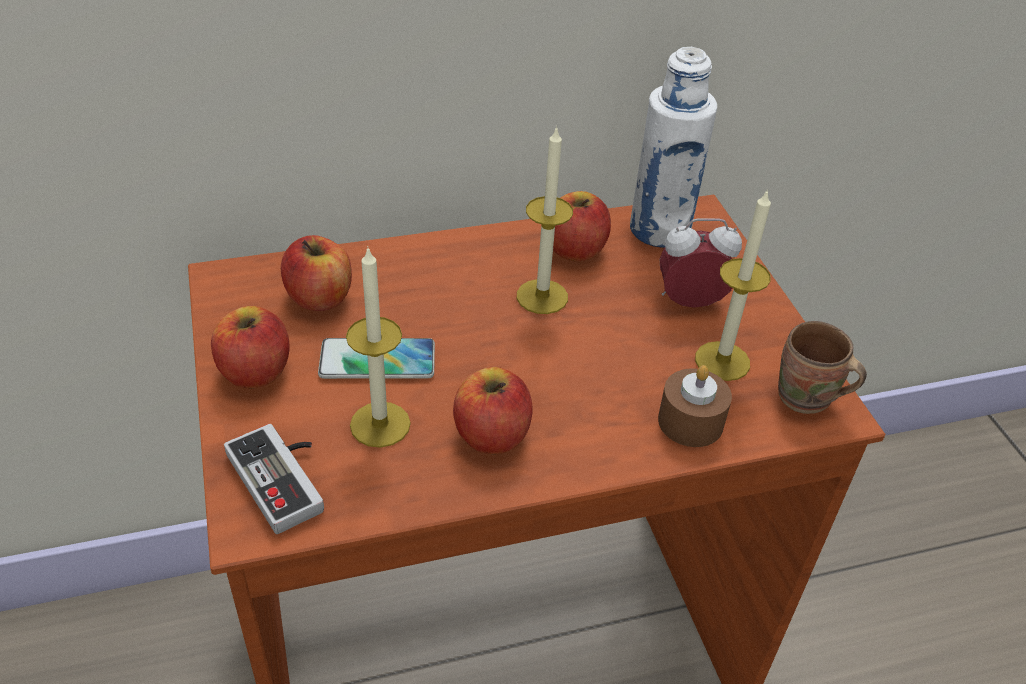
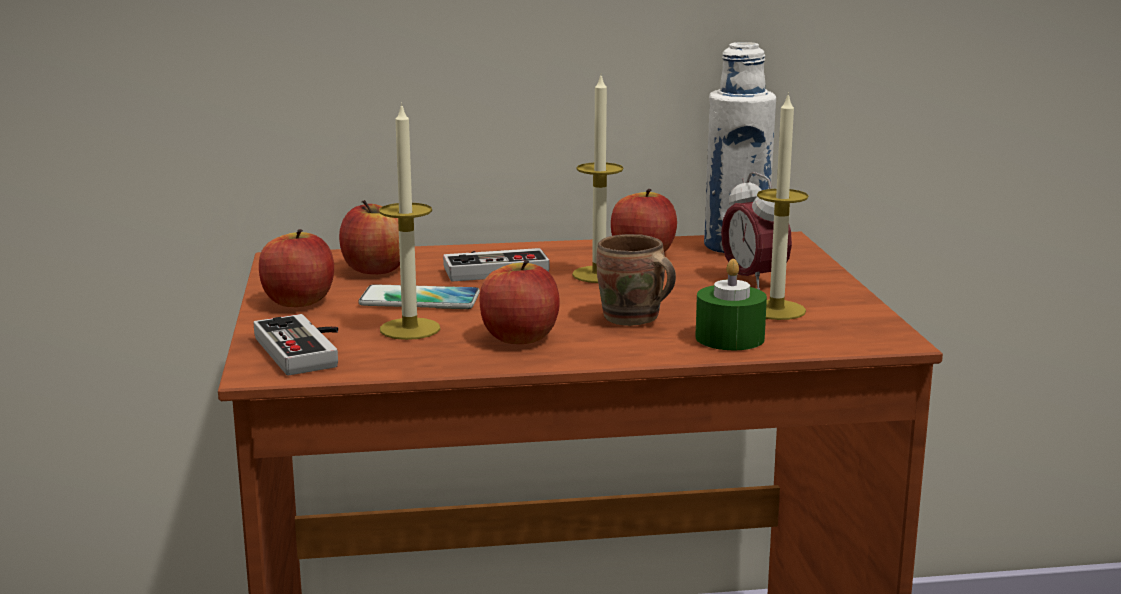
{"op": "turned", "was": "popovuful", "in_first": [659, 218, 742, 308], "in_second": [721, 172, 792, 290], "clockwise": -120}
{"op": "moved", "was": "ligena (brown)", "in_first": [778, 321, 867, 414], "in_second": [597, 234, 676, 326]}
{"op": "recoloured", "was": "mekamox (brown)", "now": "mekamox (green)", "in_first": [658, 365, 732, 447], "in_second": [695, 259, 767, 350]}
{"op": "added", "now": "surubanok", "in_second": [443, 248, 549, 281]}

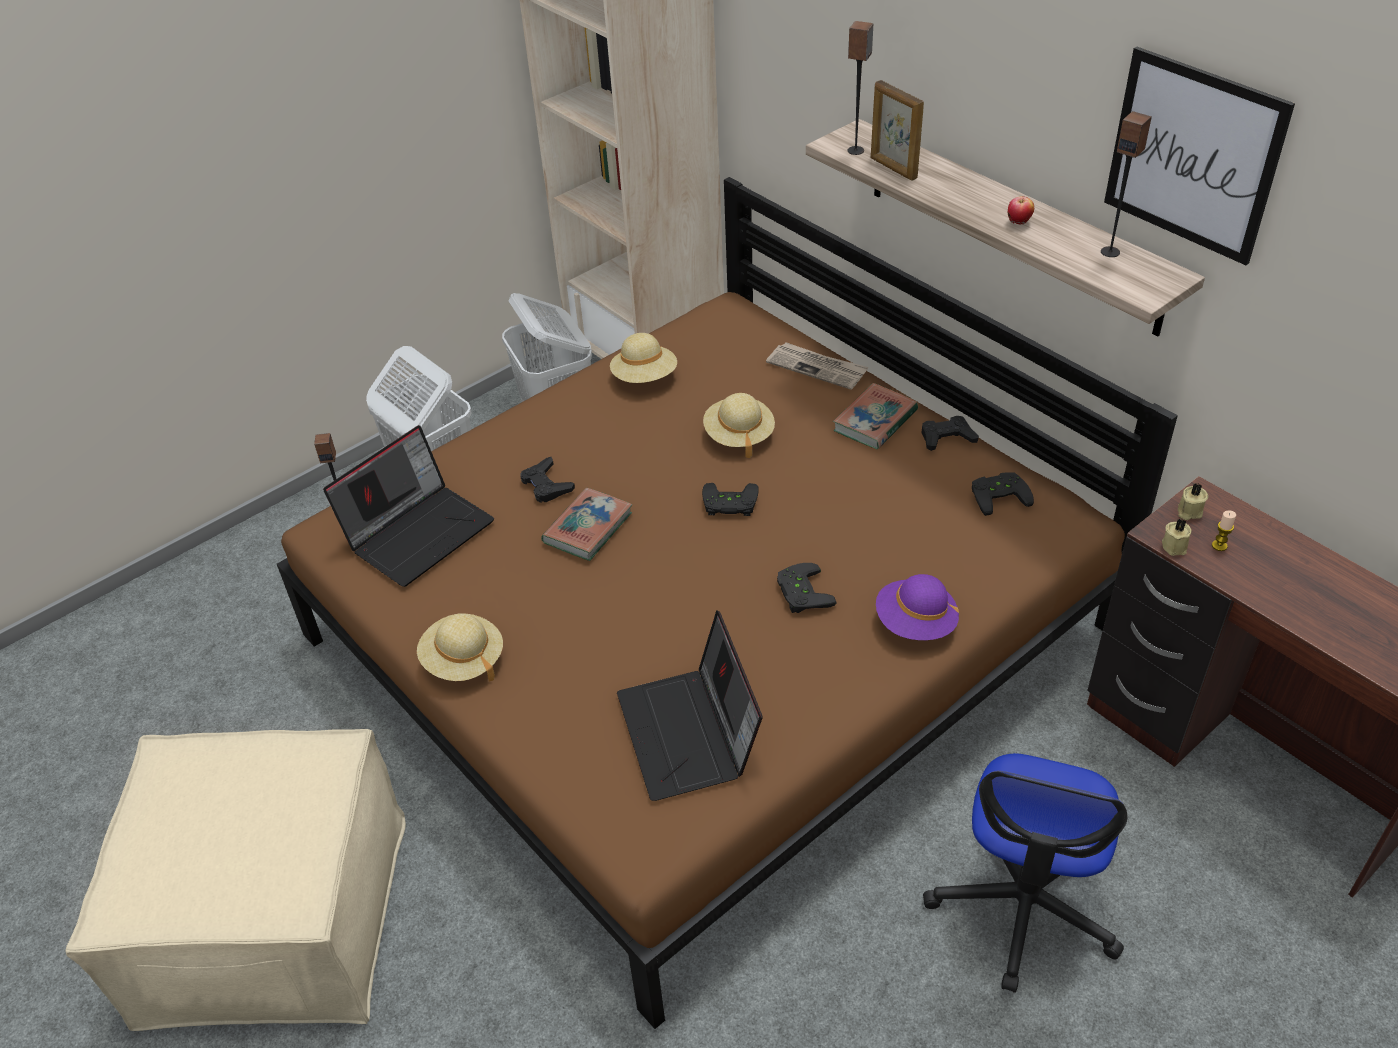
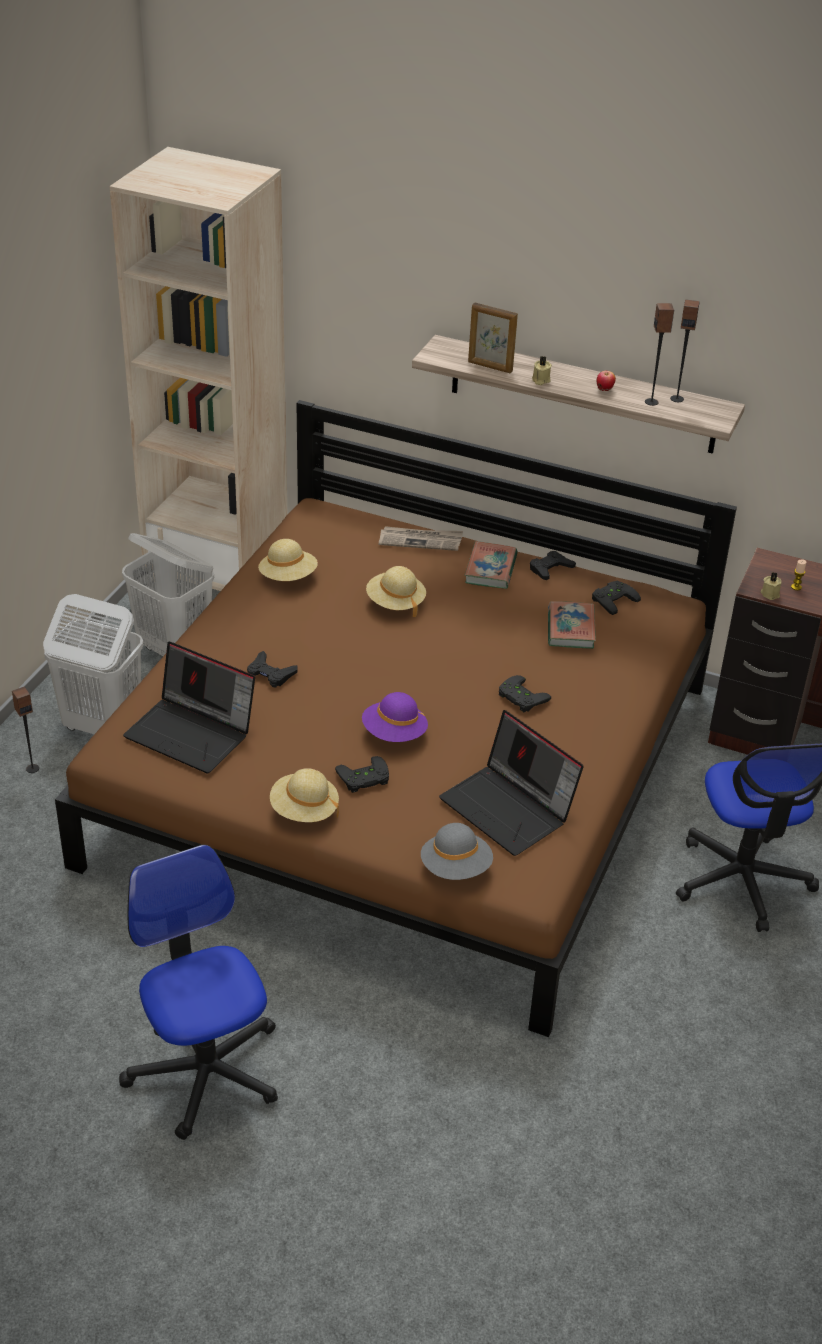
{"op": "moved", "was": "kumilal", "in_first": [847, 21, 873, 155], "in_second": [645, 303, 674, 406]}
{"op": "removed", "was": "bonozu", "in_first": [1104, 47, 1295, 265]}
{"op": "turned", "was": "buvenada", "in_first": [323, 425, 494, 587], "in_second": [123, 642, 255, 773], "clockwise": 105}
{"op": "moved", "was": "surubanok (black)", "in_first": [702, 483, 759, 516], "in_second": [335, 756, 389, 793]}
{"op": "moved", "was": "mekamox (beige)", "in_first": [1178, 483, 1208, 520], "in_second": [532, 356, 552, 385]}
{"op": "moved", "was": "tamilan", "in_first": [541, 488, 632, 561], "in_second": [548, 601, 596, 649]}
{"op": "moved", "was": "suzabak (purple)", "in_first": [876, 574, 959, 640], "in_second": [362, 692, 428, 742]}
{"op": "replaced", "was": "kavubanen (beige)", "now": "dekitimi", "in_first": [66, 729, 406, 1031], "in_second": [119, 845, 278, 1140]}
{"op": "added", "now": "suzabak (grey)", "in_second": [421, 823, 493, 880]}

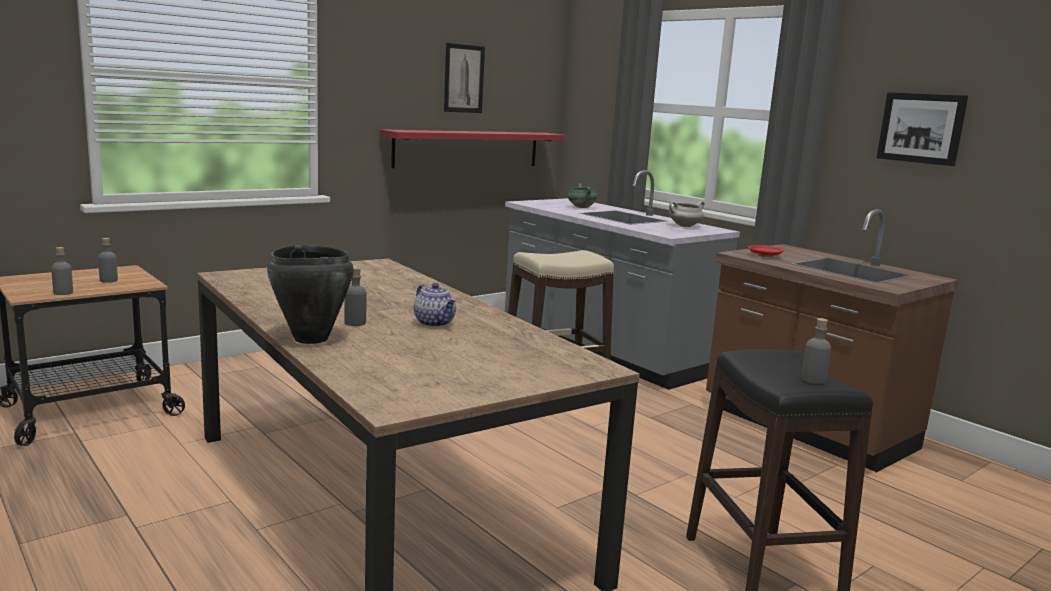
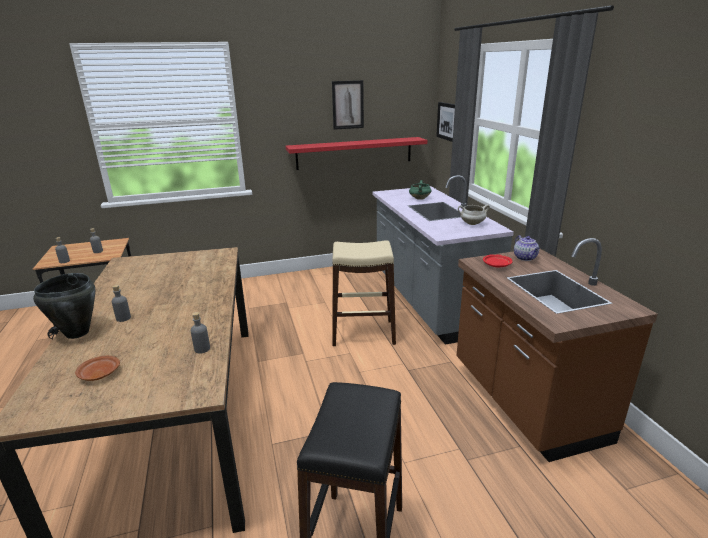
{"op": "moved", "was": "bonozu", "in_first": [876, 92, 968, 166], "in_second": [436, 102, 455, 142]}
{"op": "moved", "was": "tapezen", "in_first": [414, 283, 456, 327], "in_second": [514, 235, 540, 261]}
{"op": "moved", "was": "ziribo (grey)", "in_first": [801, 318, 831, 384], "in_second": [191, 312, 210, 354]}
{"op": "added", "now": "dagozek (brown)", "in_second": [75, 356, 120, 381]}

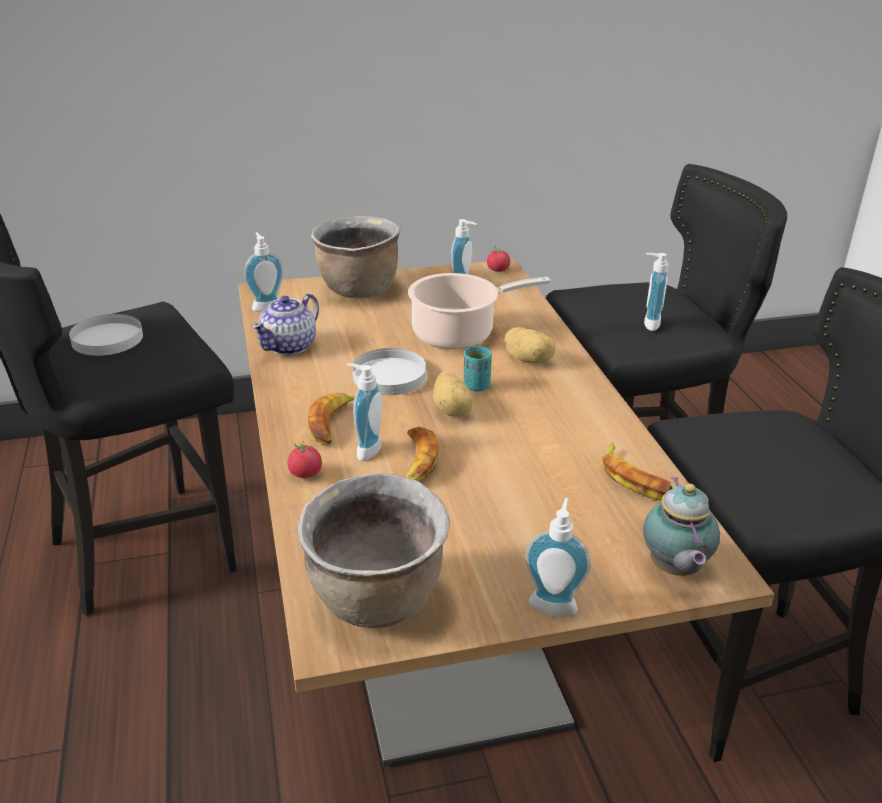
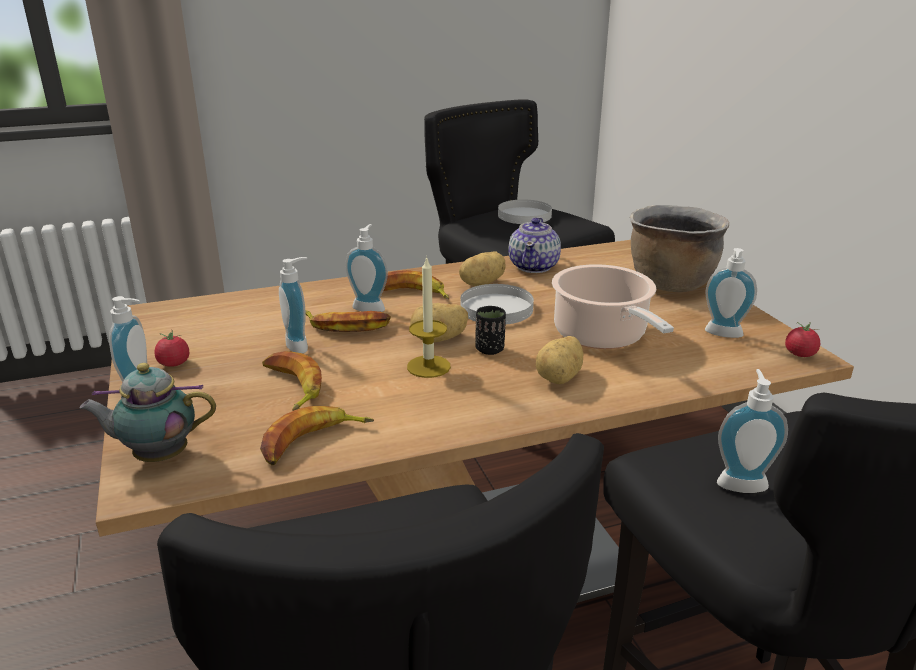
{"op": "moved", "was": "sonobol", "in_first": [244, 232, 284, 311], "in_second": [279, 257, 308, 354]}
{"op": "turned", "was": "tapezen", "in_first": [251, 293, 319, 355], "in_second": [508, 217, 561, 273], "clockwise": -105}
{"op": "recoloured", "was": "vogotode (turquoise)", "now": "vogotode (black)", "in_first": [464, 346, 492, 392], "in_second": [475, 306, 506, 355]}
{"op": "moved", "was": "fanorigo", "in_first": [287, 440, 322, 478], "in_second": [154, 329, 189, 367]}
{"op": "removed", "was": "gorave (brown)", "in_first": [297, 473, 450, 628]}
{"op": "added", "now": "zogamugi", "in_second": [459, 252, 506, 286]}
{"op": "added", "now": "mekamox", "in_second": [407, 256, 451, 378]}
{"op": "added", "now": "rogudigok", "in_second": [262, 351, 322, 411]}

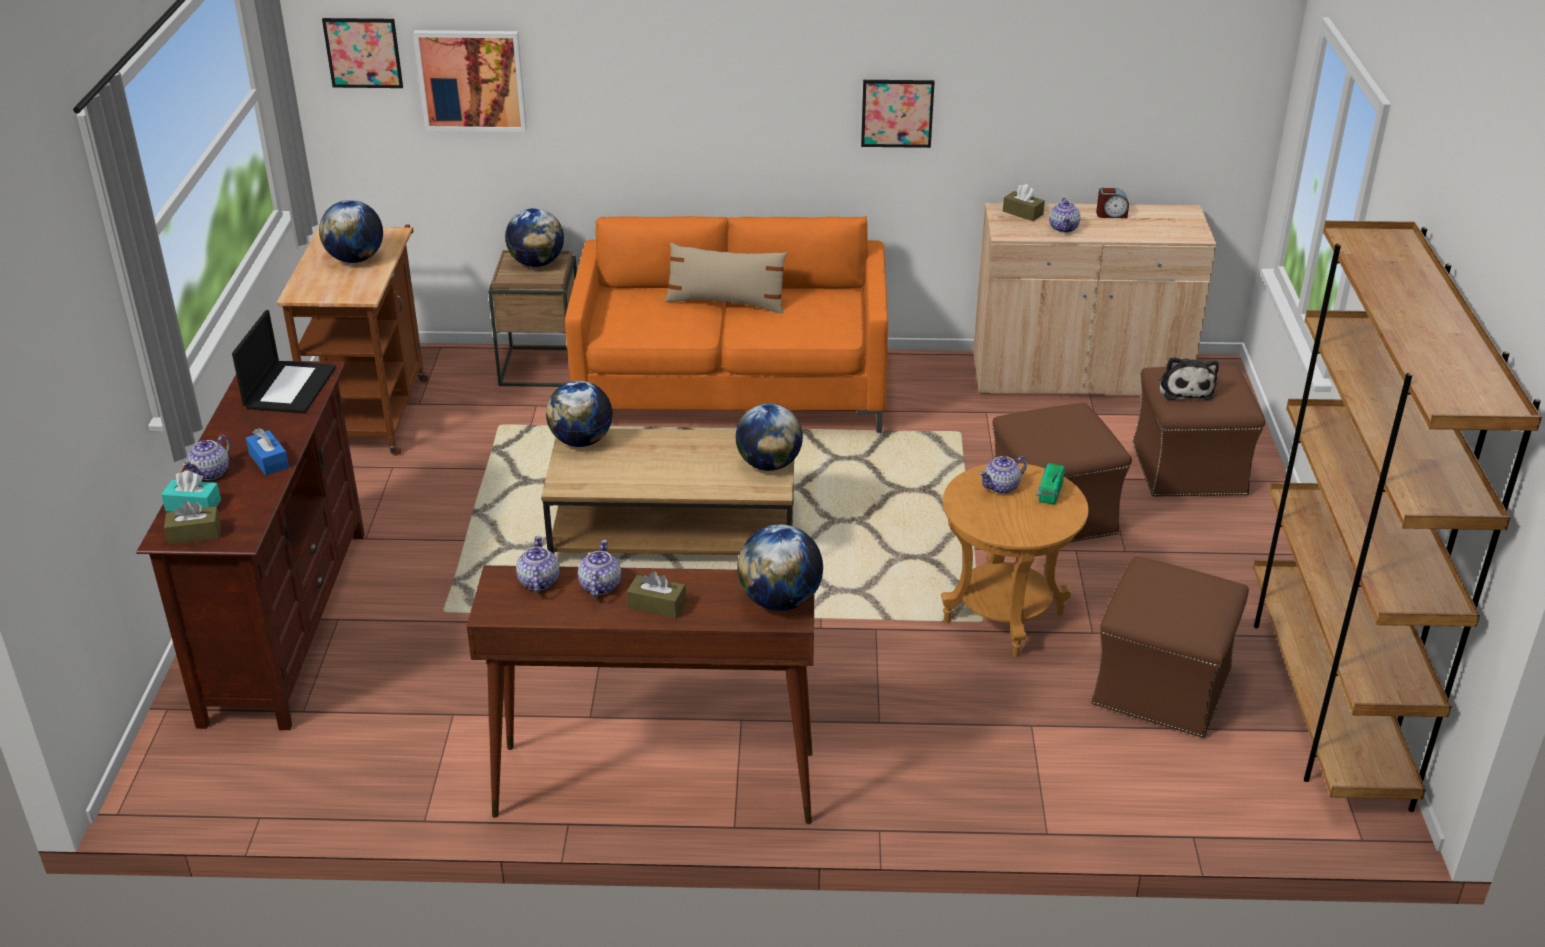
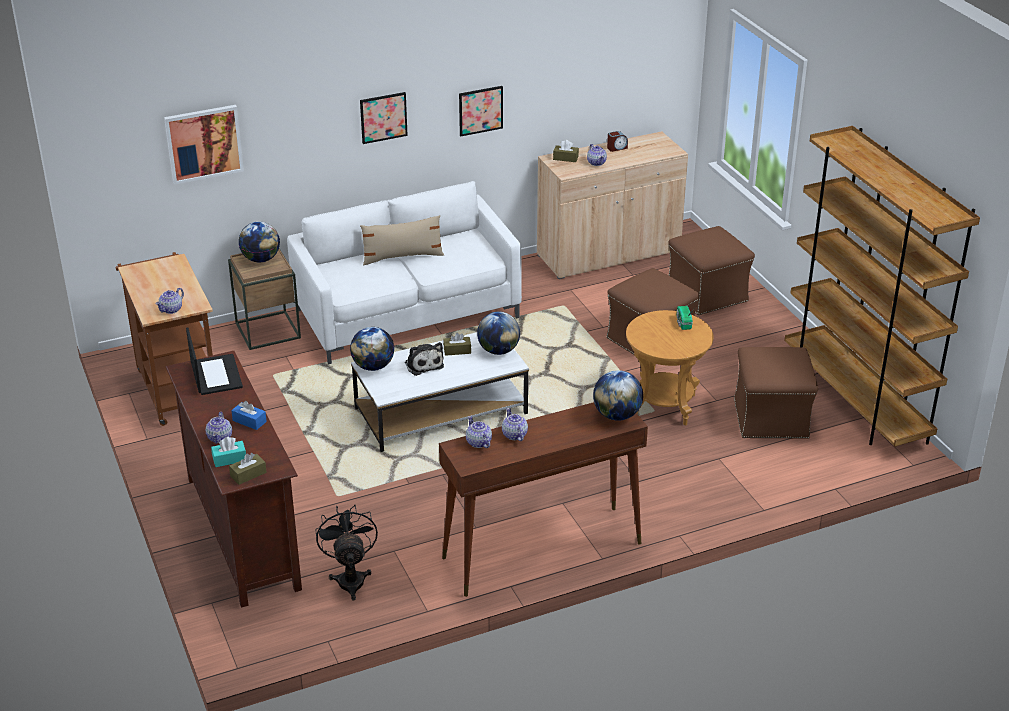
{"op": "moved", "was": "bonozu", "in_first": [322, 18, 403, 88], "in_second": [360, 92, 408, 144]}
{"op": "removed", "was": "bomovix", "in_first": [319, 200, 383, 263]}
{"op": "recoloured", "was": "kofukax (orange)", "now": "kofukax (white)", "in_first": [565, 216, 888, 433], "in_second": [287, 181, 522, 364]}
{"op": "moved", "was": "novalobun", "in_first": [1159, 357, 1219, 400], "in_second": [405, 342, 444, 376]}
{"op": "recoloured", "was": "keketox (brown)", "now": "keketox (white)", "in_first": [541, 429, 794, 555], "in_second": [351, 332, 529, 452]}
{"op": "moved", "was": "tapezen", "in_first": [979, 456, 1027, 494], "in_second": [156, 288, 184, 314]}
{"op": "moved", "was": "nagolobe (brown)", "in_first": [627, 571, 686, 619], "in_second": [443, 333, 471, 356]}
{"op": "added", "now": "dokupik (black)", "in_second": [315, 504, 378, 601]}

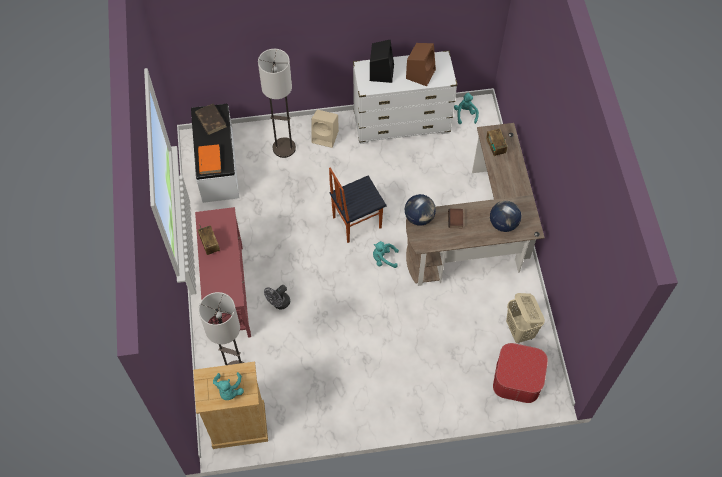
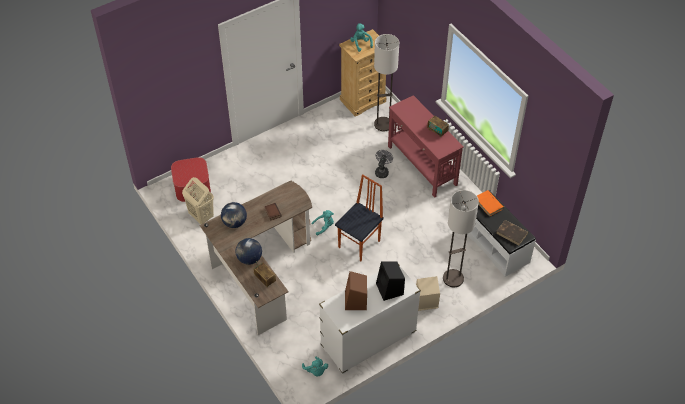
{"op": "moved", "was": "bomovix", "in_first": [405, 194, 436, 226], "in_second": [235, 238, 262, 265]}

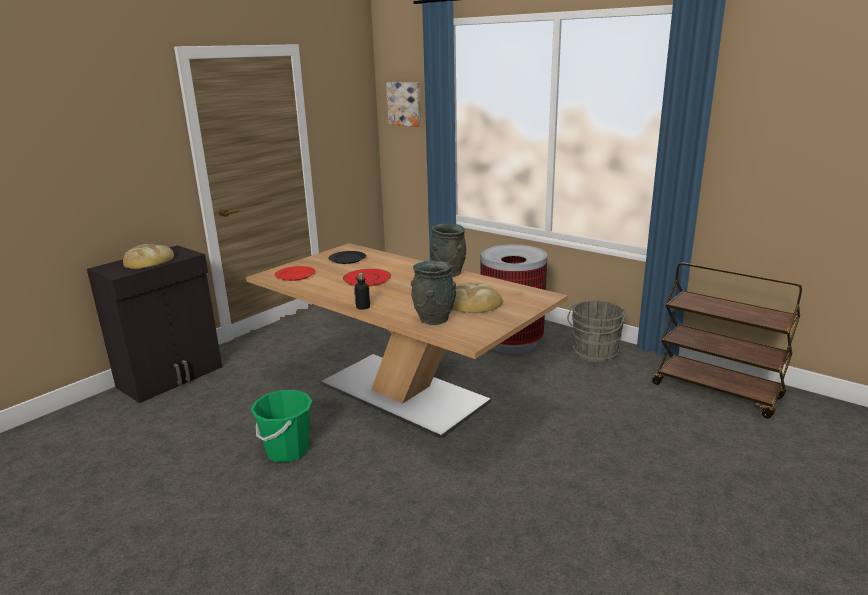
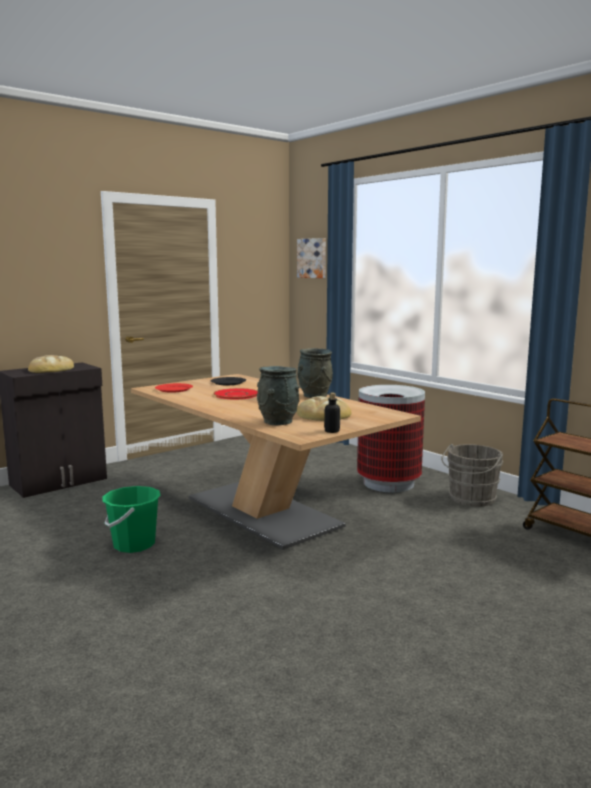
{"op": "moved", "was": "ziribo", "in_first": [354, 273, 370, 310], "in_second": [324, 393, 340, 433]}

